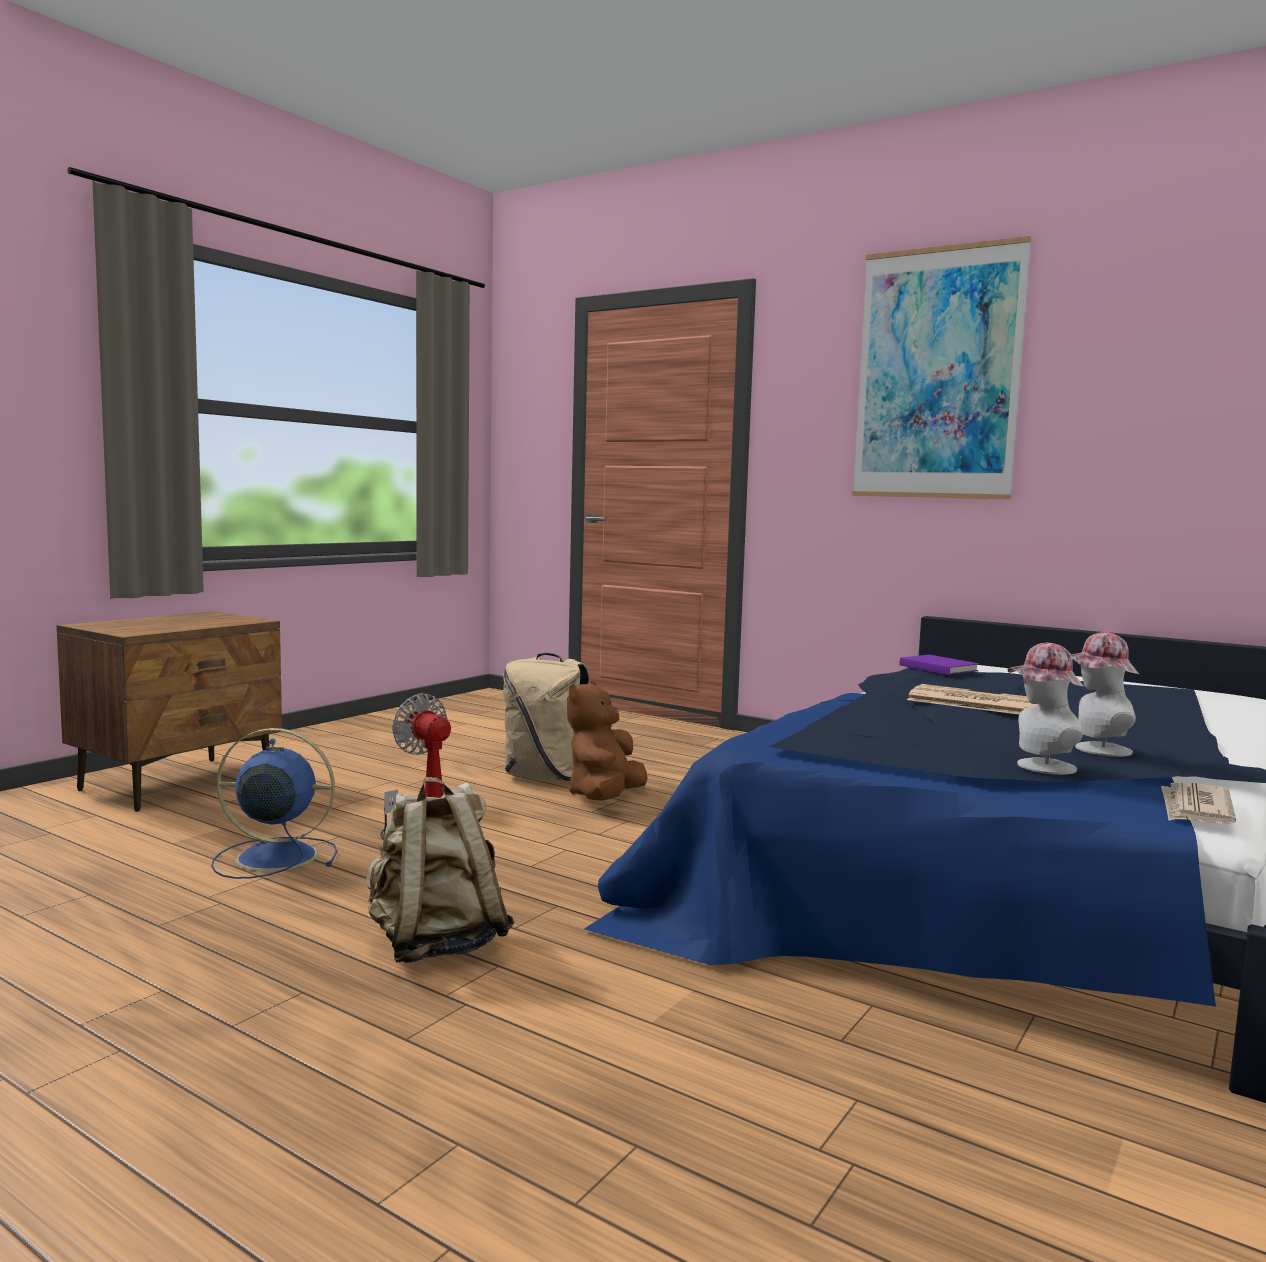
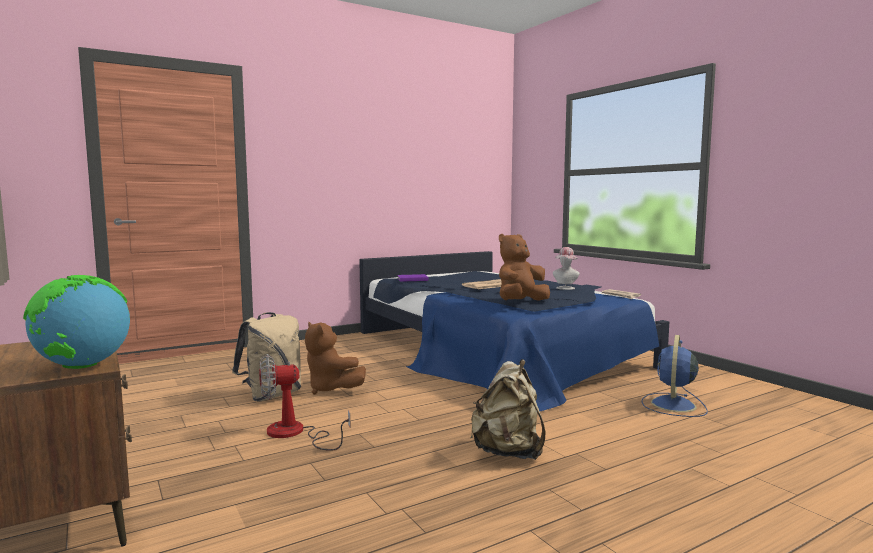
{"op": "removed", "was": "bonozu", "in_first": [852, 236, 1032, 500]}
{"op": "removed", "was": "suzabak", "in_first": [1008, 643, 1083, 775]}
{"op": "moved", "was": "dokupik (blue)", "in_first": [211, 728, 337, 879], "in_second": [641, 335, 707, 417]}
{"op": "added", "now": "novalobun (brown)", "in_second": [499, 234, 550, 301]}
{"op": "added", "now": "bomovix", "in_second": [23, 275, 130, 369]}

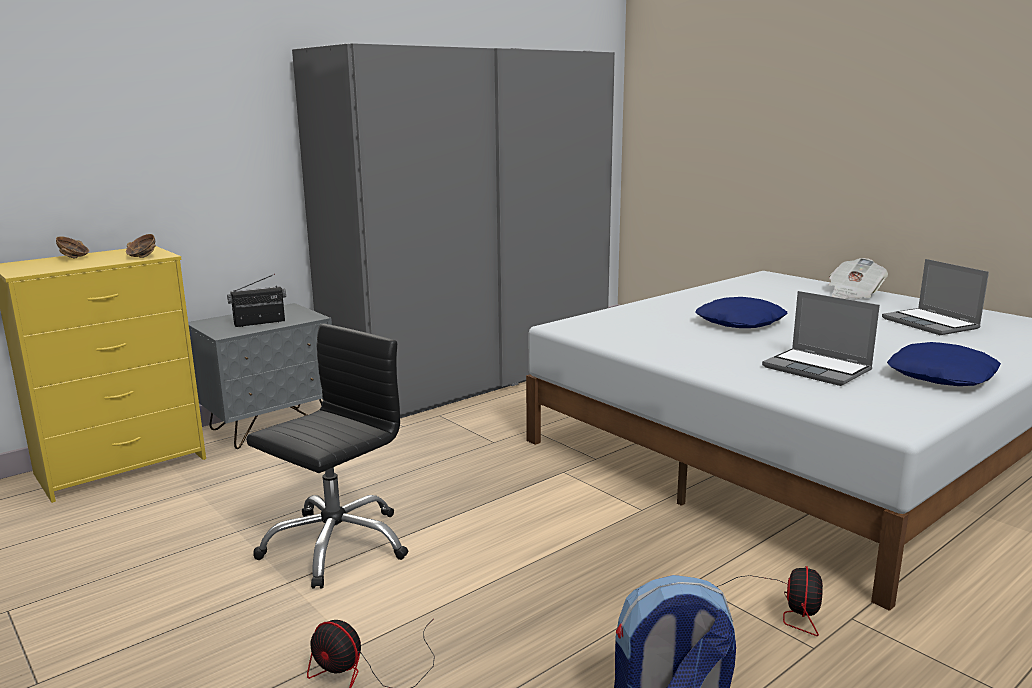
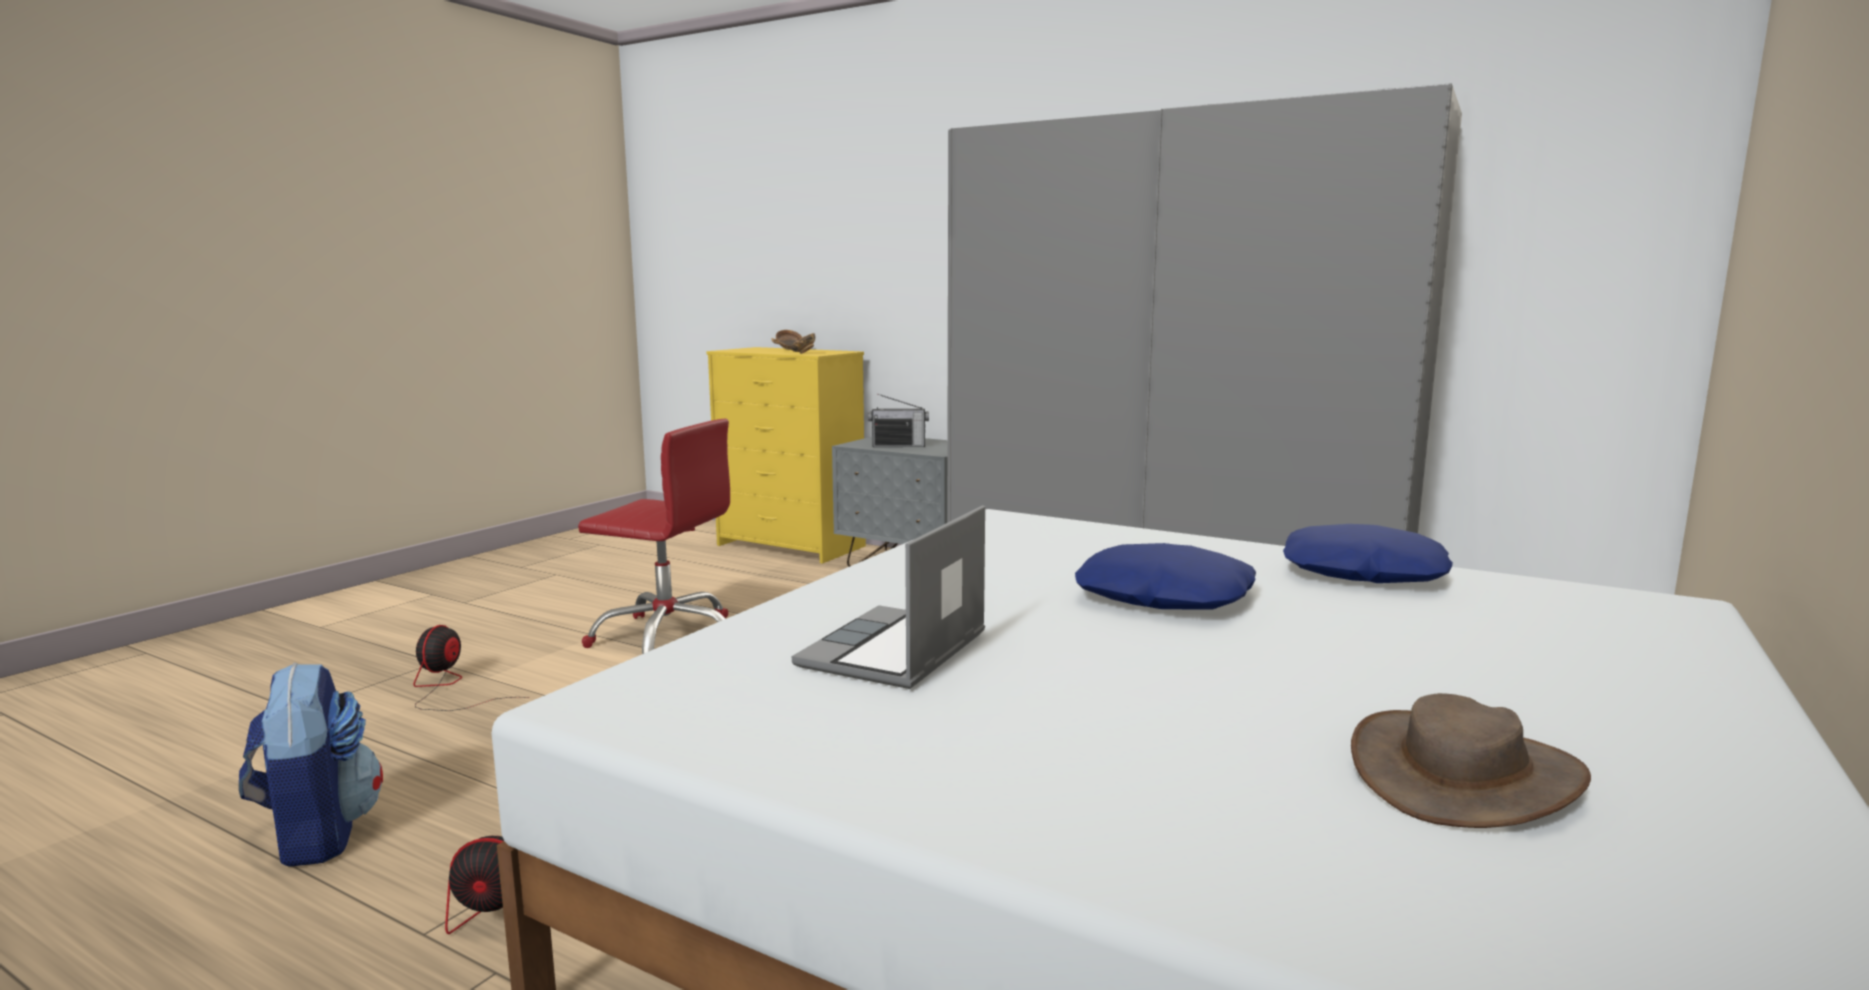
{"op": "removed", "was": "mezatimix", "in_first": [829, 258, 888, 299]}
{"op": "replaced", "was": "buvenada", "now": "suzabak (brown)", "in_first": [882, 259, 989, 335], "in_second": [1351, 693, 1591, 828]}
{"op": "turned", "was": "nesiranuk", "in_first": [227, 274, 286, 327], "in_second": [868, 394, 929, 447], "clockwise": 135}
{"op": "recoloured", "was": "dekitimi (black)", "now": "dekitimi (red)", "in_first": [246, 324, 408, 589], "in_second": [578, 419, 730, 654]}
{"op": "moved", "was": "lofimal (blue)", "in_first": [887, 342, 1001, 386], "in_second": [1283, 524, 1453, 583]}

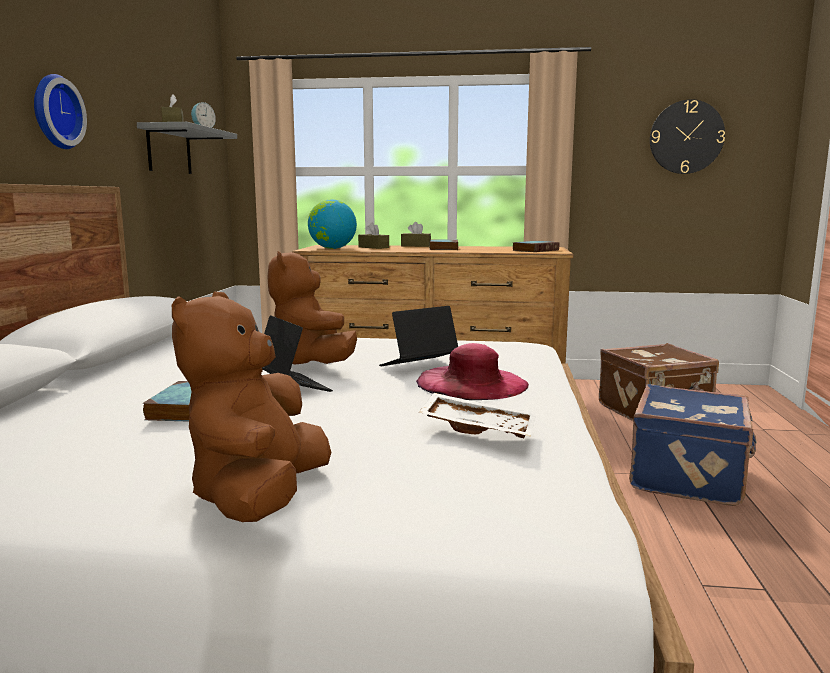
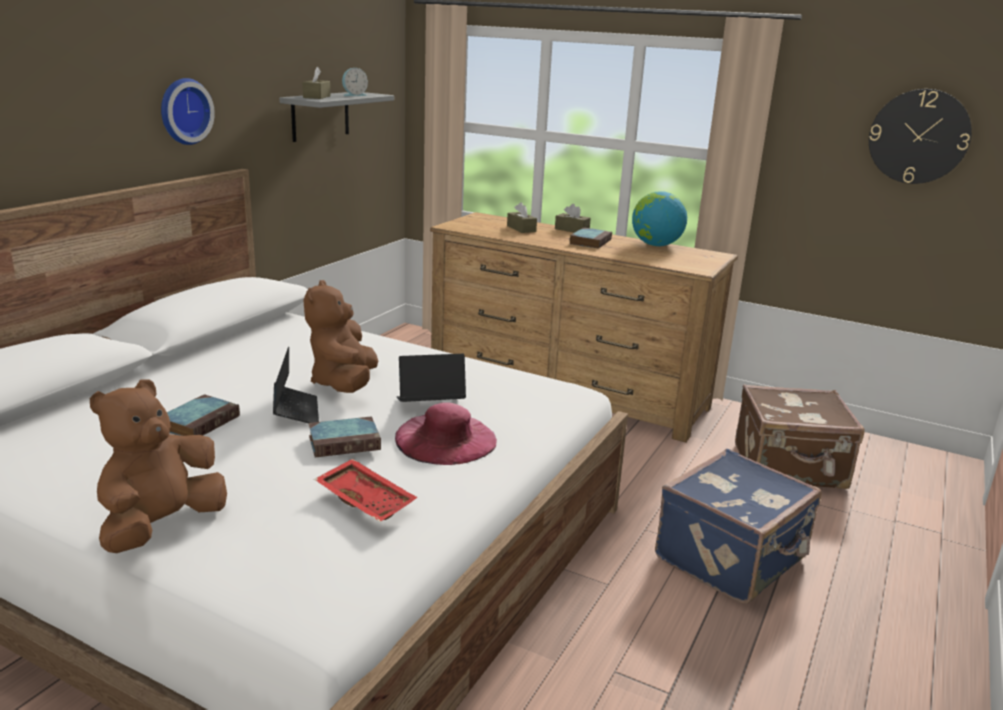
{"op": "moved", "was": "bomovix", "in_first": [308, 200, 357, 249], "in_second": [632, 191, 687, 246]}
{"op": "moved", "was": "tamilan", "in_first": [512, 241, 560, 252], "in_second": [308, 416, 381, 458]}
{"op": "recoloured", "was": "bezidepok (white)", "now": "bezidepok (red)", "in_first": [419, 393, 536, 438], "in_second": [314, 459, 418, 522]}

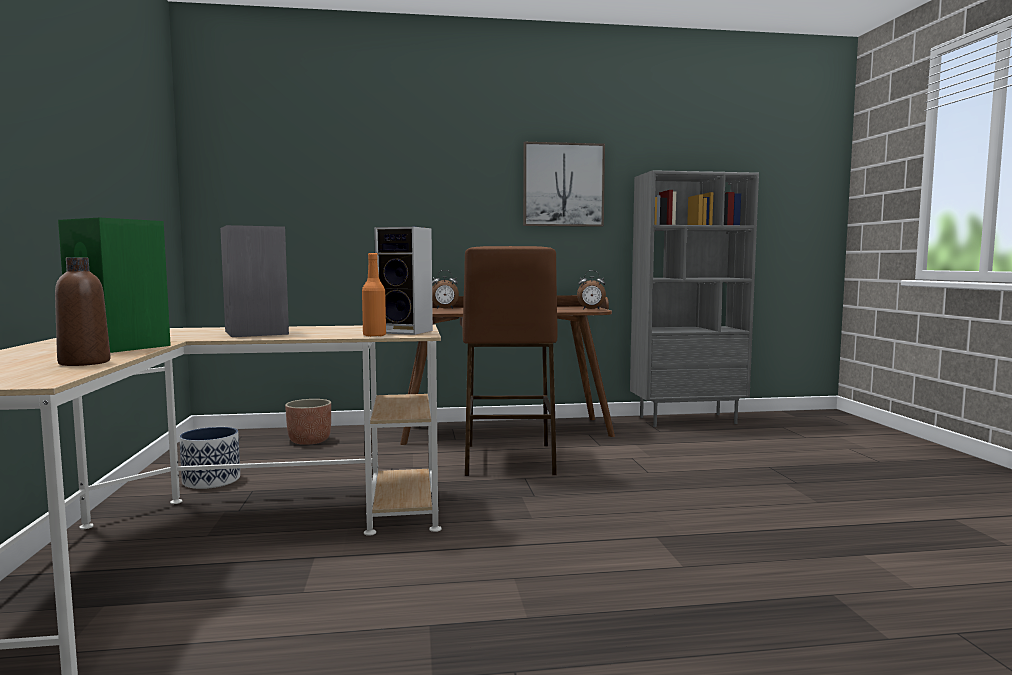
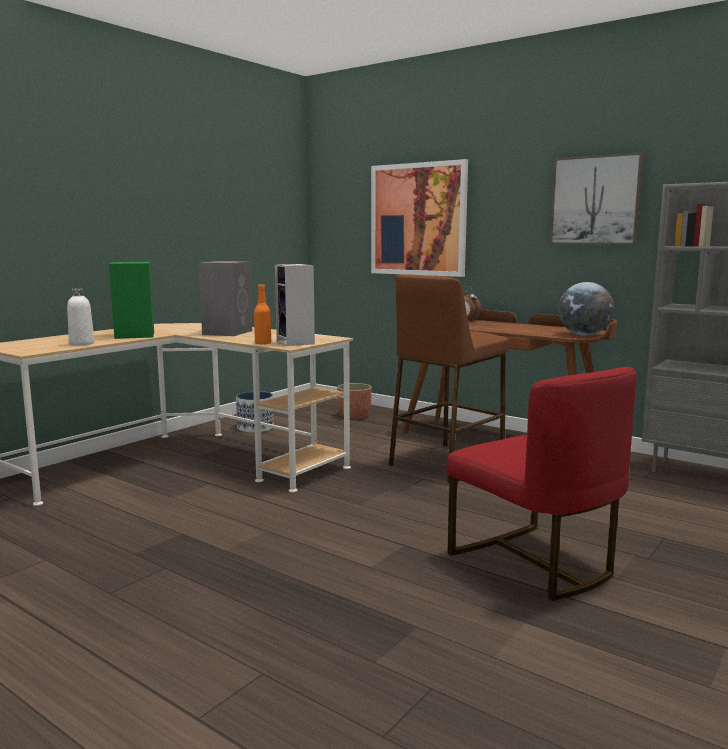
{"op": "recoloured", "was": "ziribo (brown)", "now": "ziribo (white)", "in_first": [55, 258, 111, 366], "in_second": [67, 288, 94, 346]}
{"op": "replaced", "was": "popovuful", "now": "bomovix", "in_first": [577, 270, 606, 309], "in_second": [558, 282, 614, 336]}
{"op": "added", "now": "bonozu", "in_second": [371, 159, 468, 277]}
{"op": "added", "now": "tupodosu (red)", "in_second": [446, 367, 636, 601]}

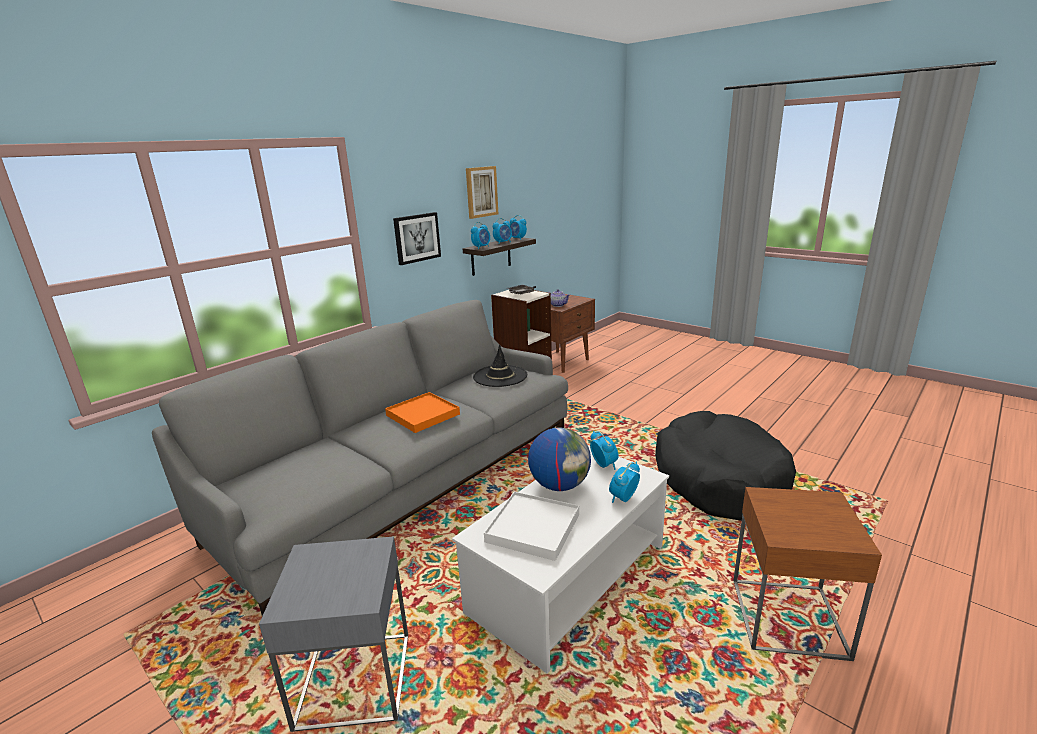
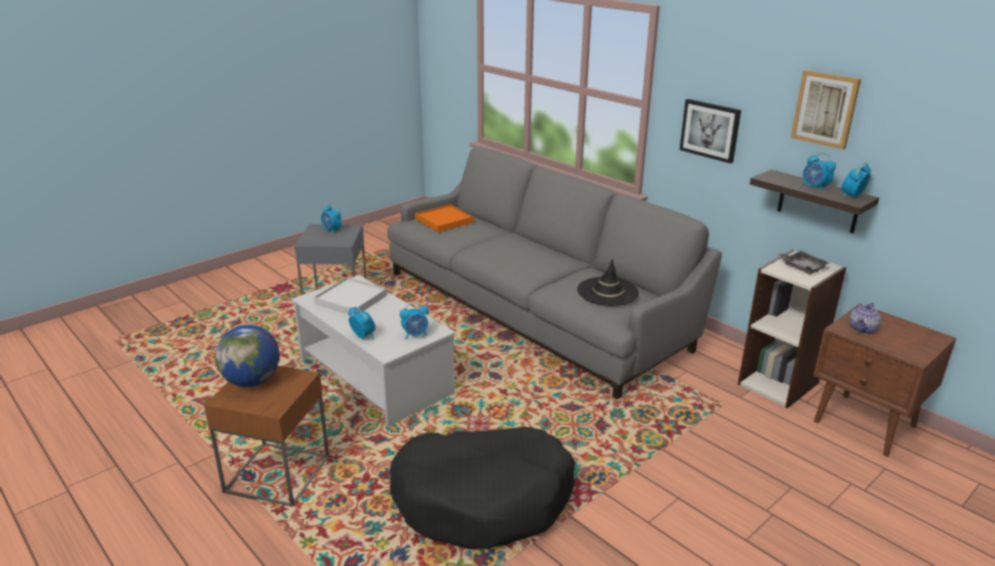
{"op": "moved", "was": "popovuful", "in_first": [471, 222, 490, 249], "in_second": [321, 204, 342, 234]}
{"op": "moved", "was": "bezidepok (orange)", "in_first": [385, 392, 460, 433], "in_second": [415, 204, 474, 232]}
{"op": "moved", "was": "bomovix", "in_first": [528, 428, 591, 491], "in_second": [215, 325, 280, 387]}

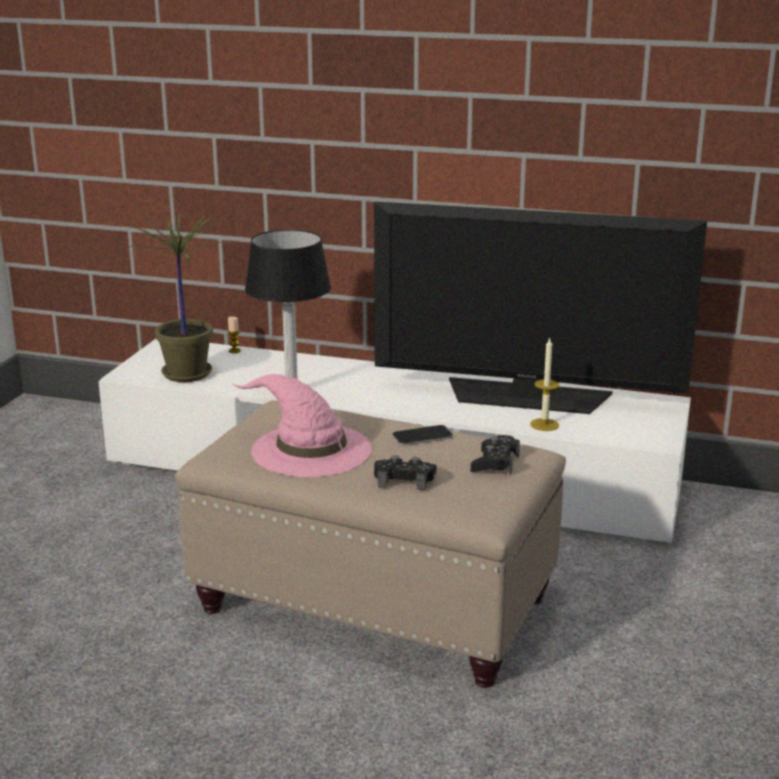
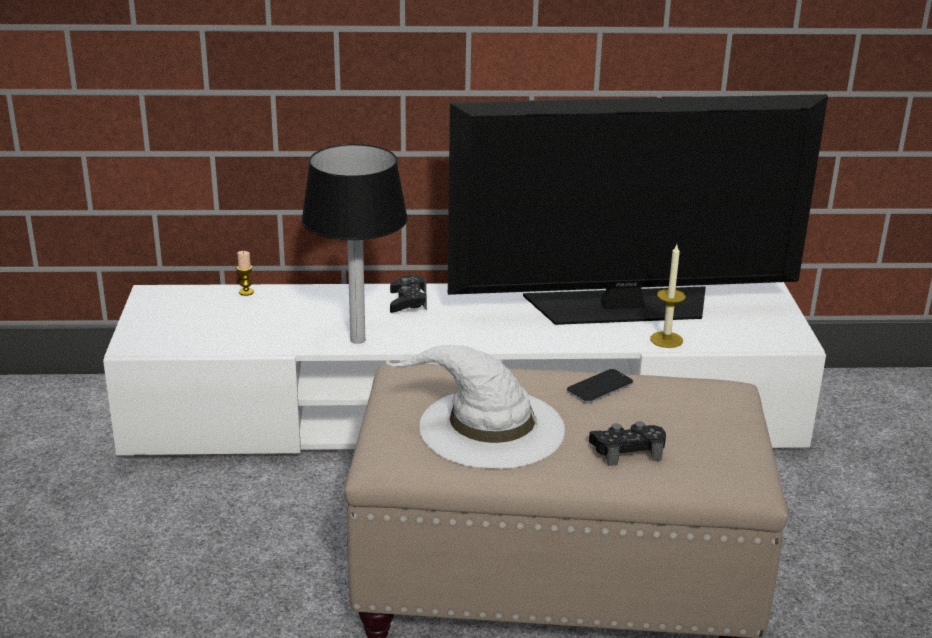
{"op": "removed", "was": "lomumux", "in_first": [126, 213, 236, 382]}
{"op": "recoloured", "was": "suzabak (pink)", "now": "suzabak (white)", "in_first": [233, 374, 372, 477], "in_second": [387, 345, 565, 469]}
{"op": "moved", "was": "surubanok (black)", "in_first": [471, 435, 520, 475], "in_second": [390, 275, 427, 313]}

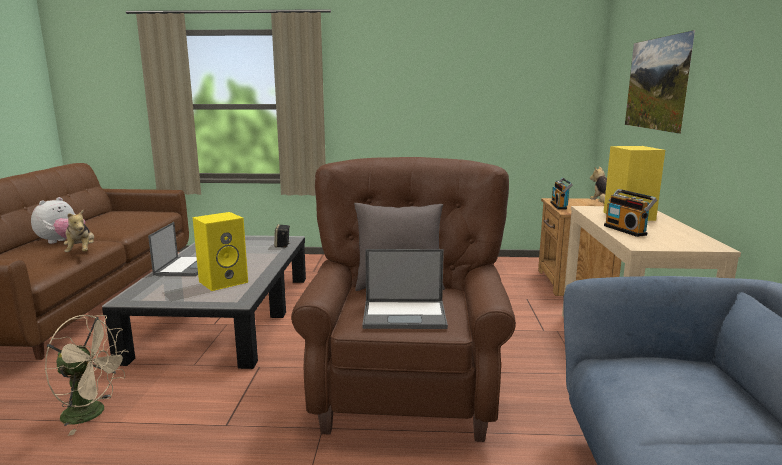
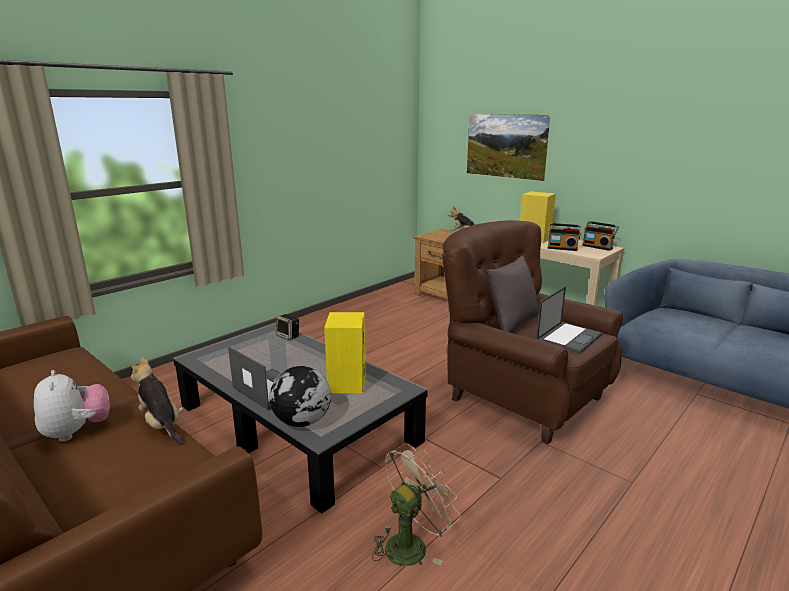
{"op": "moved", "was": "nesiranuk", "in_first": [550, 178, 573, 210], "in_second": [582, 221, 619, 251]}
{"op": "turned", "was": "novalobun", "in_first": [64, 210, 94, 252], "in_second": [130, 357, 184, 444], "clockwise": -150}
{"op": "added", "now": "bomovix", "in_second": [269, 366, 331, 427]}

